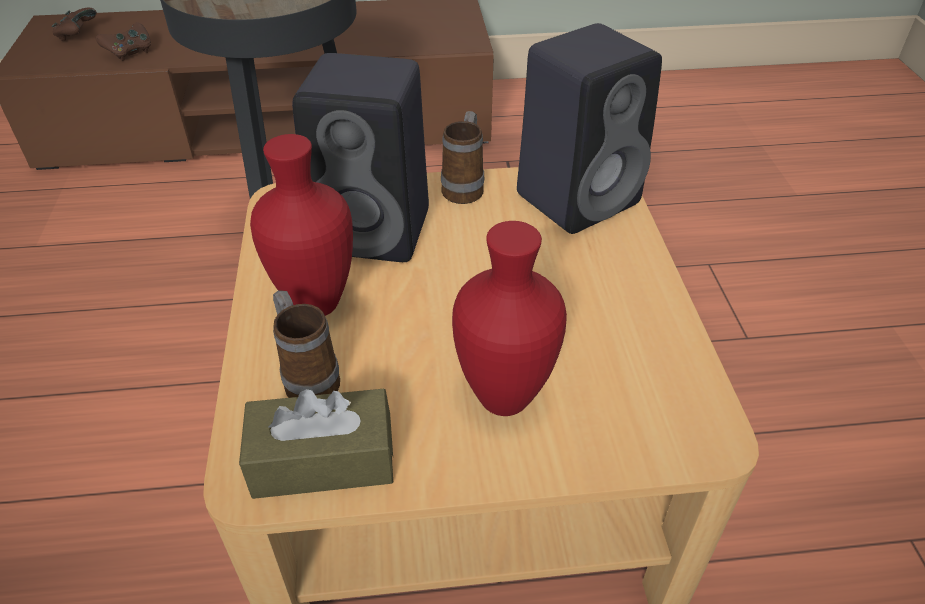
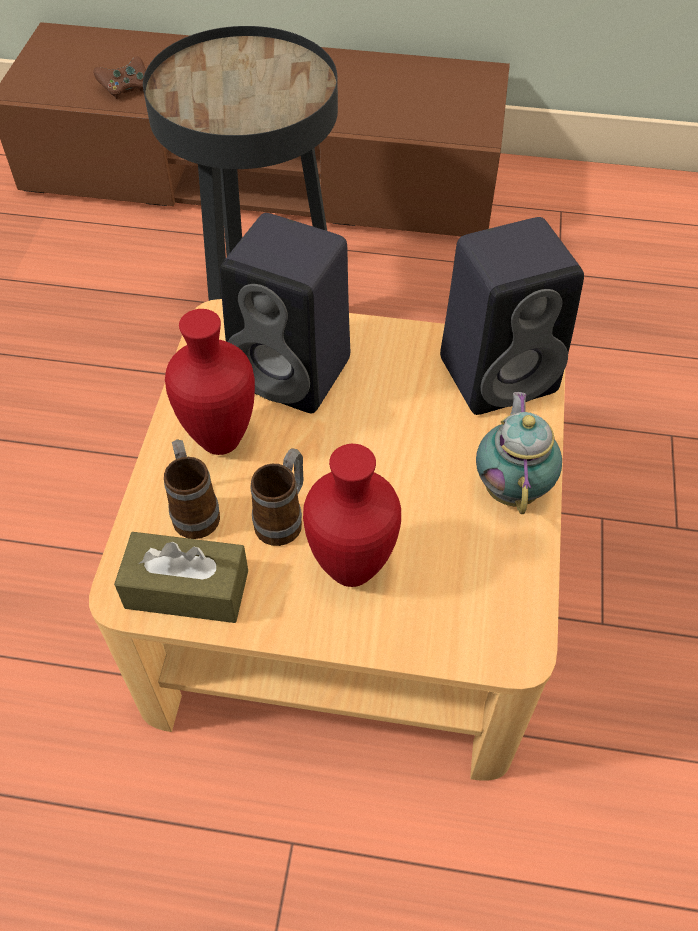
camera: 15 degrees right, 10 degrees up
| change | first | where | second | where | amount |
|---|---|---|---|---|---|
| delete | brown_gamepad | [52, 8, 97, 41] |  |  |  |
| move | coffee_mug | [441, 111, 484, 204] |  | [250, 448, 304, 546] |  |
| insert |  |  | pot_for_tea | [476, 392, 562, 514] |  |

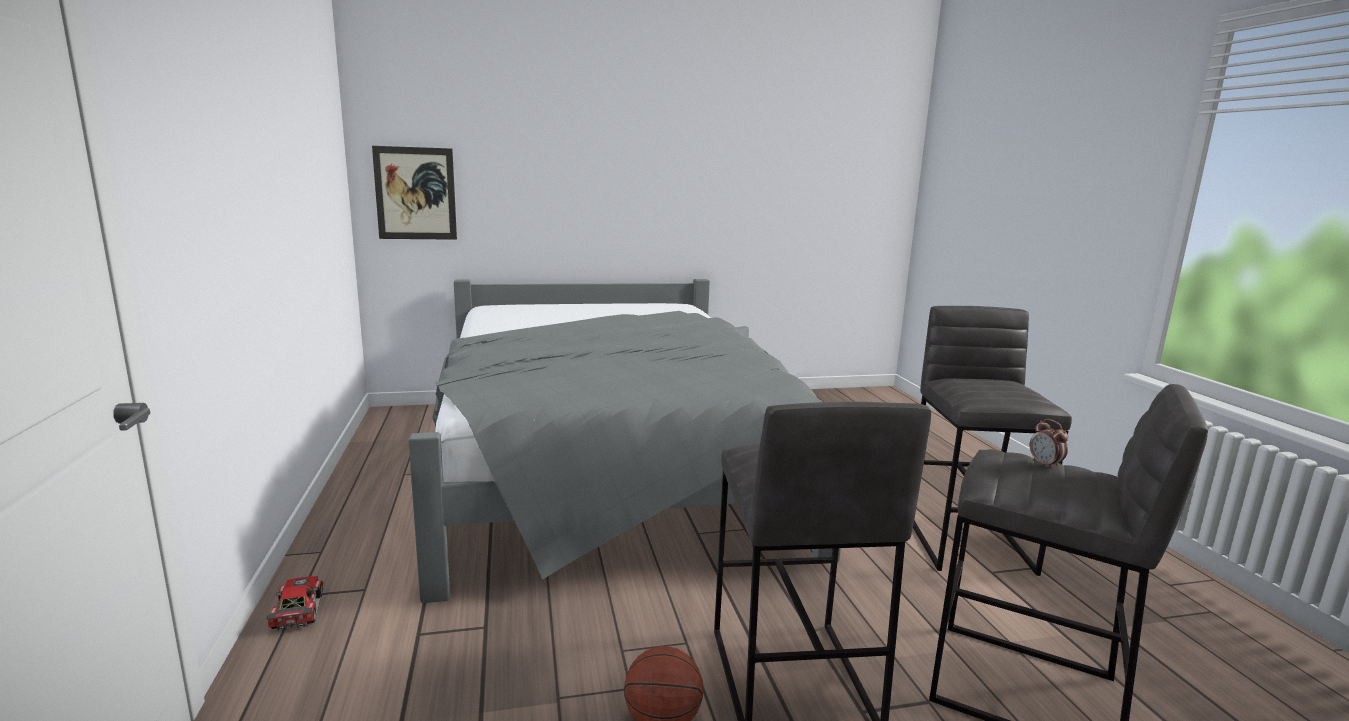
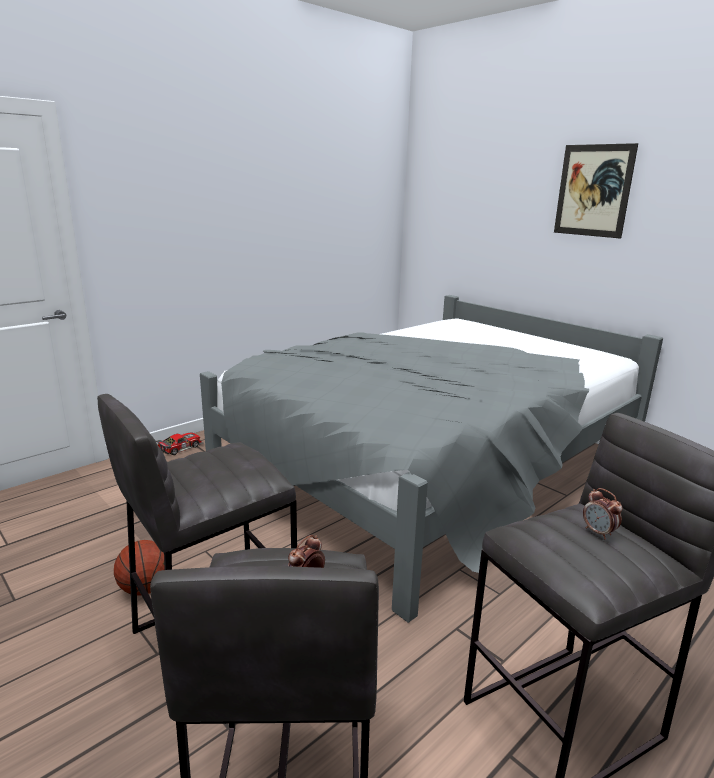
camera: 60 degrees right, 5 degrees up
| change | first | where | second | where | amount |
|---|---|---|---|---|---|
| move | wall_art | [372, 146, 457, 240] |  | [554, 143, 638, 239] |  |
| insert |  |  | table_clock | [583, 488, 623, 539] |  |

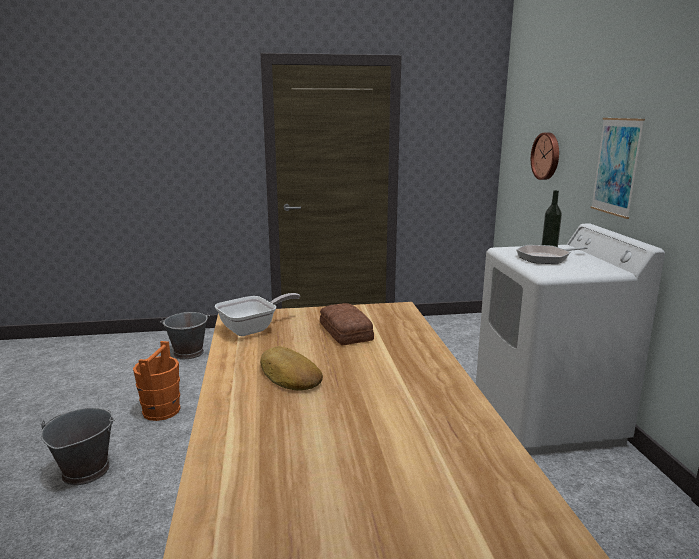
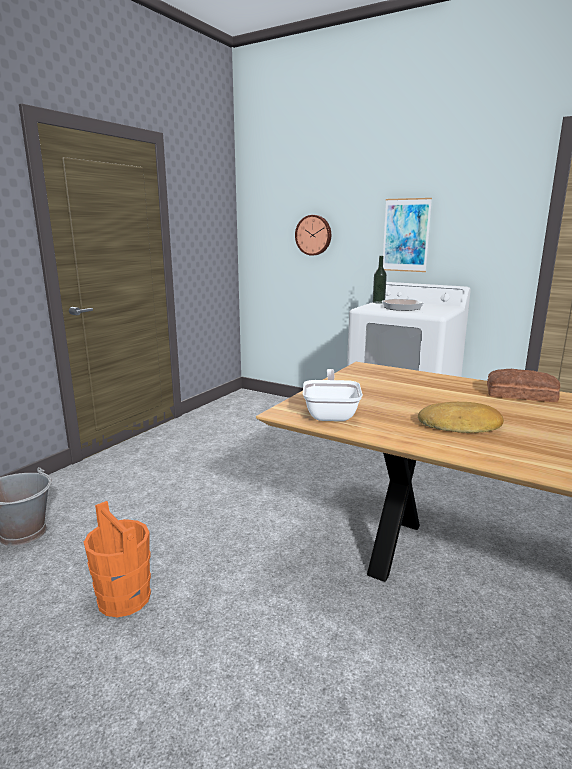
camera: 50 degrees left, 0 degrees up
| change | first | where | second | where | amount |
|---|---|---|---|---|---|
| delete | greyish_bucket | [40, 408, 116, 485] |  |  |  |
| move | bread | [320, 303, 374, 346] |  | [487, 369, 560, 402] |  |

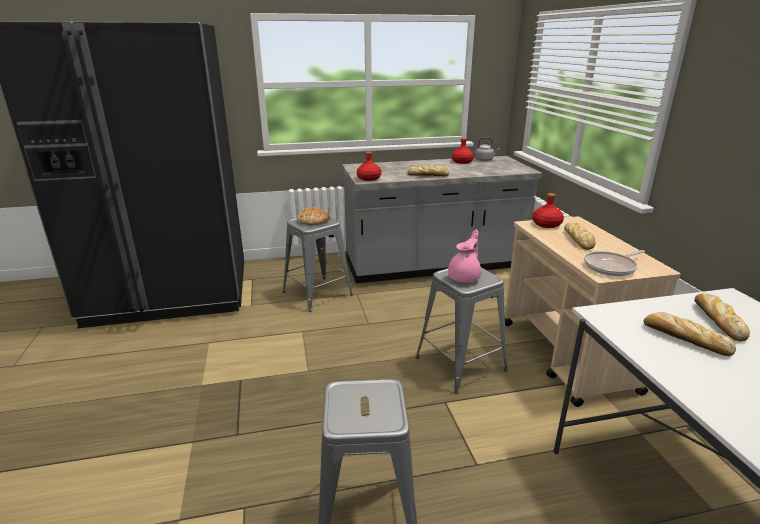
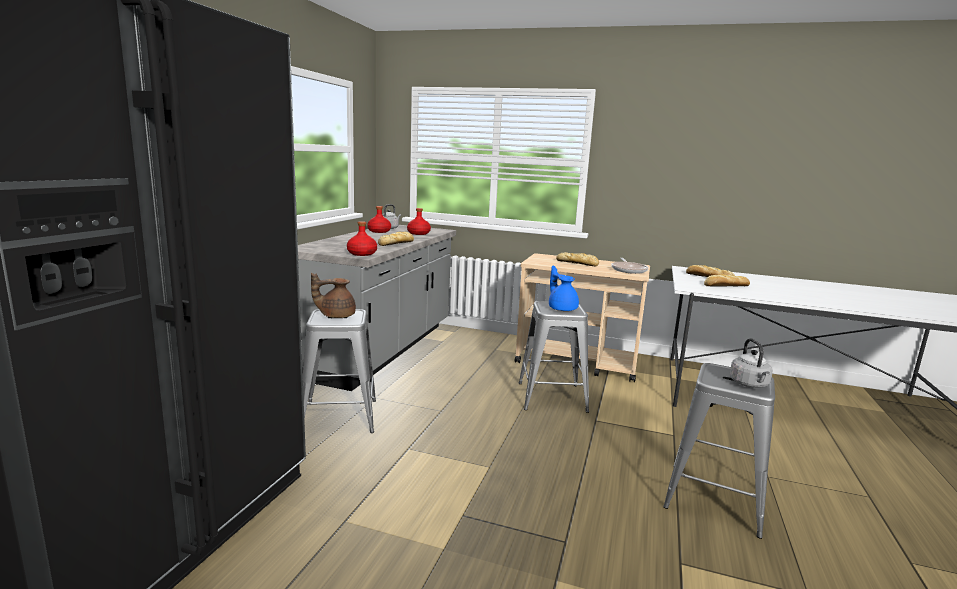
camera: 60 degrees left, 10 degrees down
| change | first | where | second | where | amount |
|---|---|---|---|---|---|
| replace | bread | [297, 207, 330, 225] | brown_pot_for_tea | [311, 273, 356, 318] |  |
| recolor | pinkish_pot_for_tea | [448, 229, 481, 282] | bluish_pot_for_tea | [549, 265, 579, 311] |  |
| move | reddish_bottle | [532, 193, 564, 228] |  | [407, 208, 431, 235] |  |
| insert |  |  | greyish_water_kettle | [730, 338, 773, 388] |  |

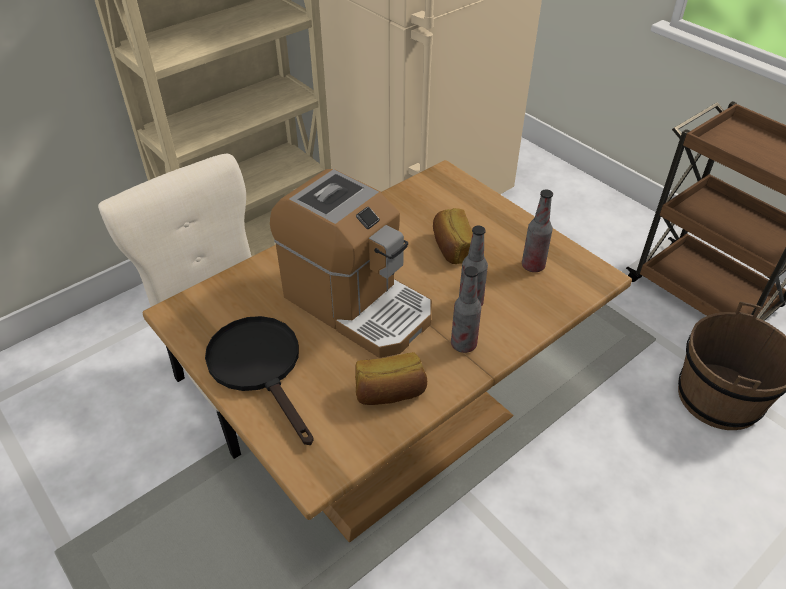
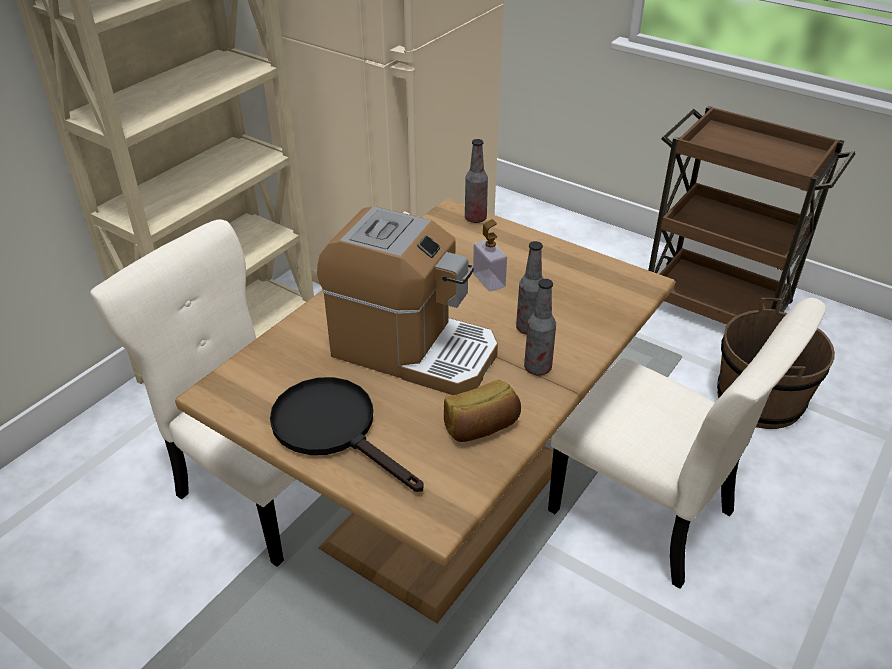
camera: 15 degrees left, 5 degrees down
| change | first | where | second | where | amount |
|---|---|---|---|---|---|
| replace | bread | [433, 208, 473, 264] | soap_dispenser | [473, 219, 507, 292] |  |
| move | bottle | [522, 190, 553, 272] |  | [465, 139, 488, 223] |  |
| insert |  |  | sand-coloured_chair | [548, 298, 826, 589] |  |

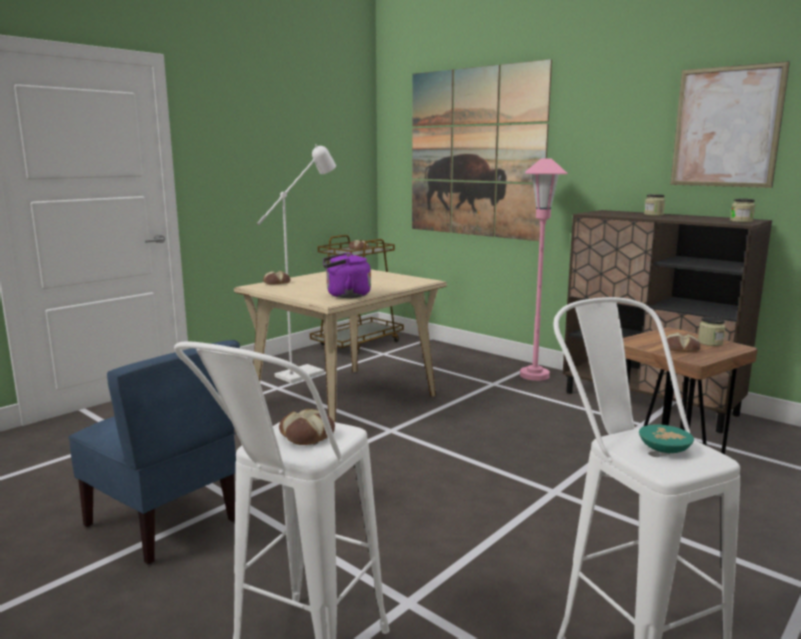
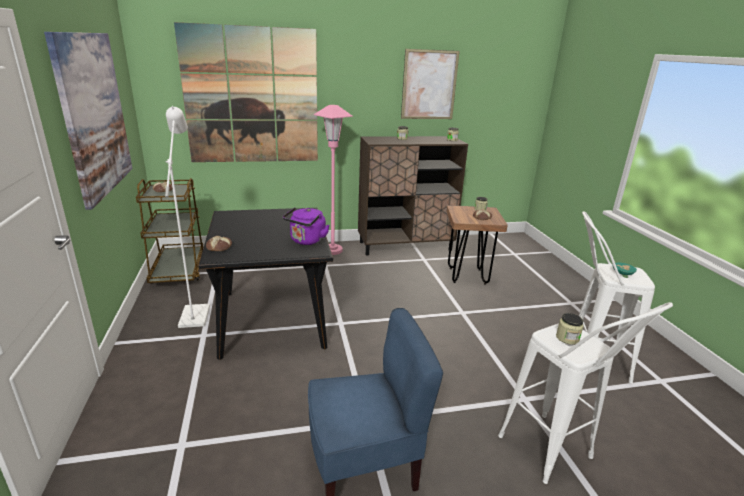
camera: 55 degrees left, 10 degrees up
| change | first | where | second | where | amount |
|---|---|---|---|---|---|
| recolor | sand-coloured_kitchen_table | [234, 270, 447, 422] | blackish_kitchen_table | [198, 208, 333, 360] |  |
| replace | bread | [279, 409, 335, 445] | jar | [556, 313, 584, 345] |  |
| insert |  |  | wall_art | [44, 32, 133, 210] |  |

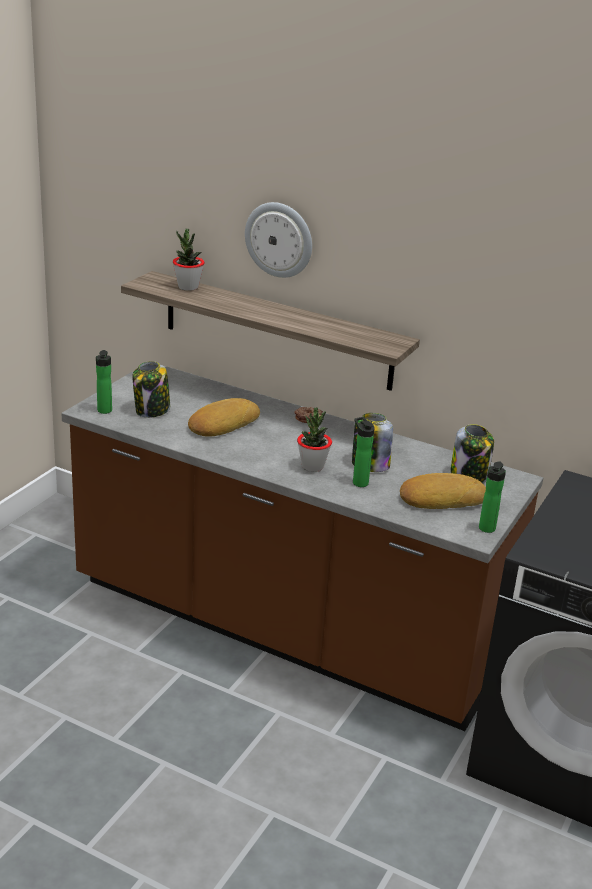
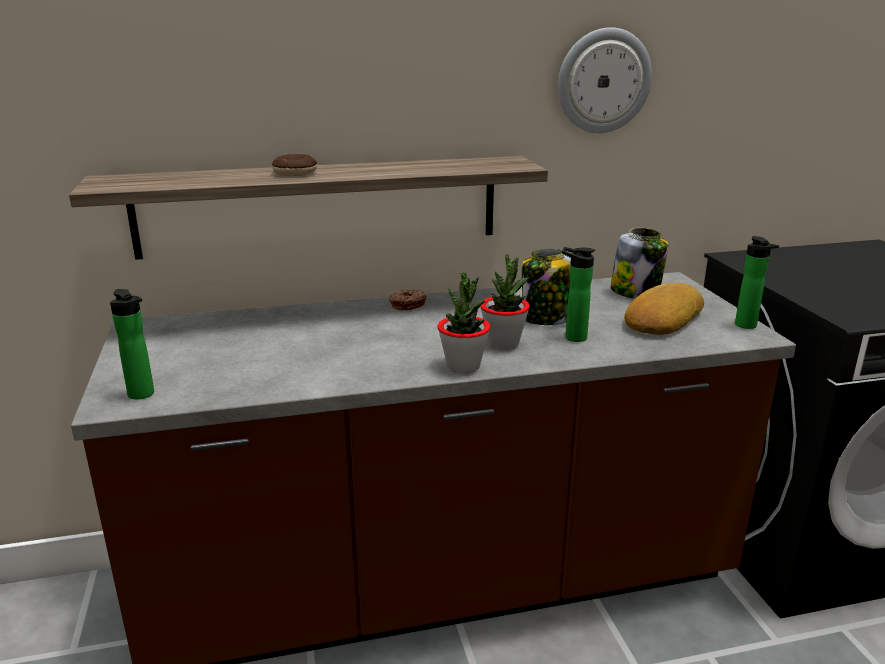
camera: 40 degrees left, 5 degrees down
| change | first | where | second | where | amount |
|---|---|---|---|---|---|
| delete | jar | [132, 361, 170, 418] |  |  |  |
| move | plant_in_a_pot | [173, 229, 205, 291] |  | [437, 272, 490, 374] |  |
| delete | bread | [188, 398, 260, 436] |  |  |  |
| move | hanging_clock | [245, 202, 312, 278] |  | [558, 27, 652, 133] |  |
| insert |  |  | donut | [272, 154, 317, 176] |  |

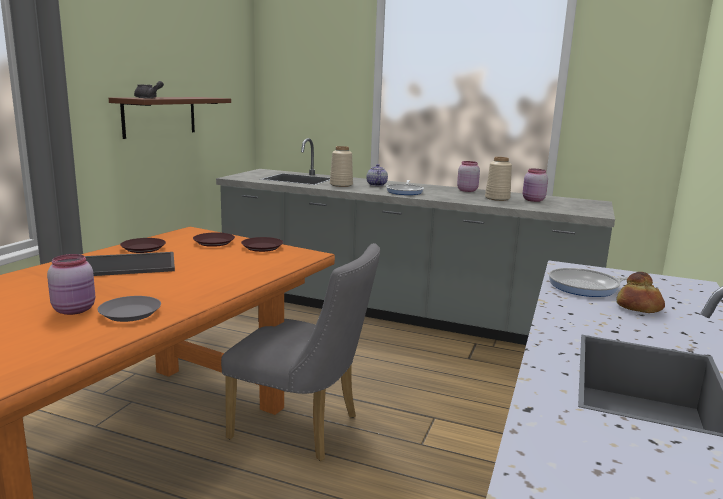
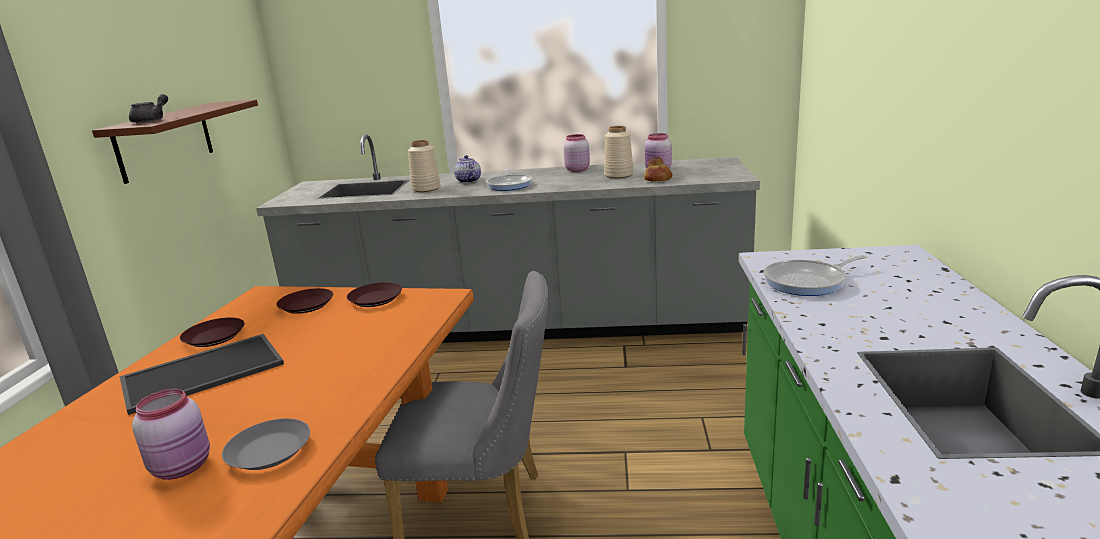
camera: 15 degrees left, 5 degrees up
| change | first | where | second | where | amount |
|---|---|---|---|---|---|
| move | bread | [616, 272, 665, 313] |  | [644, 157, 672, 181] |  |

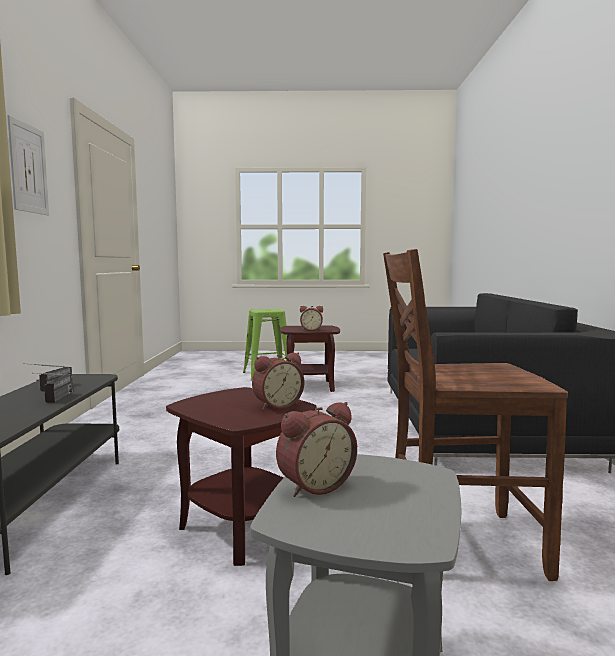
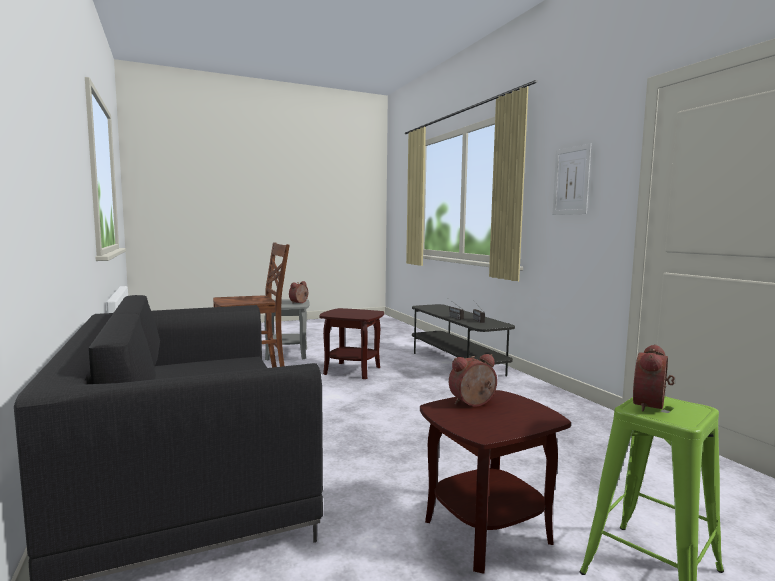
camera: 155 degrees right, 0 degrees up
| change | first | where | second | where | amount |
|---|---|---|---|---|---|
| move | table_clock | [252, 353, 304, 410] |  | [633, 344, 675, 411] |  |

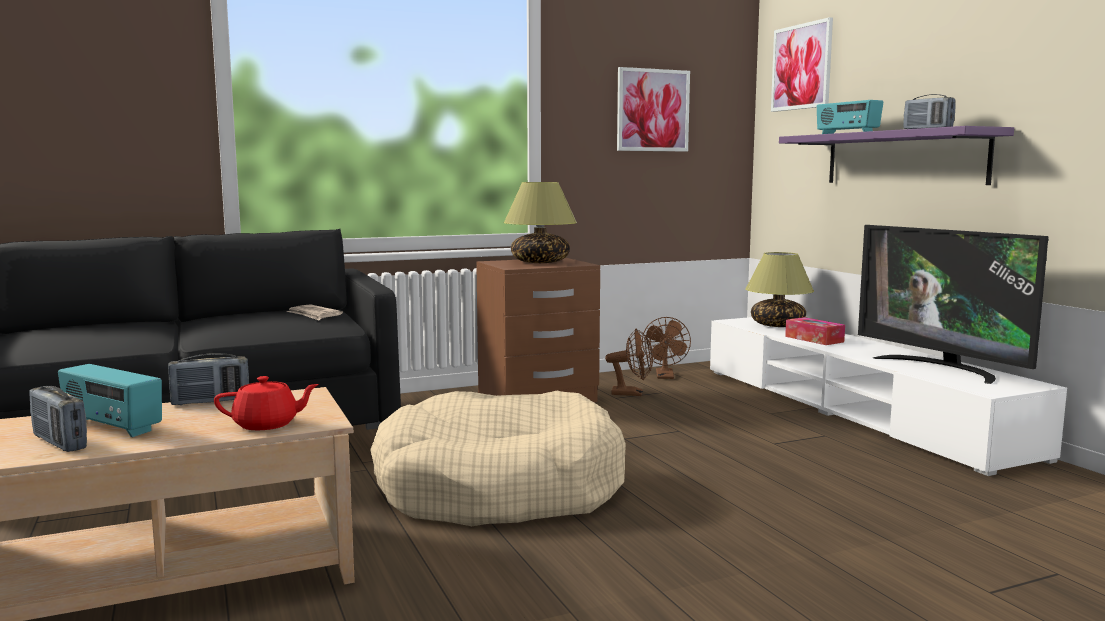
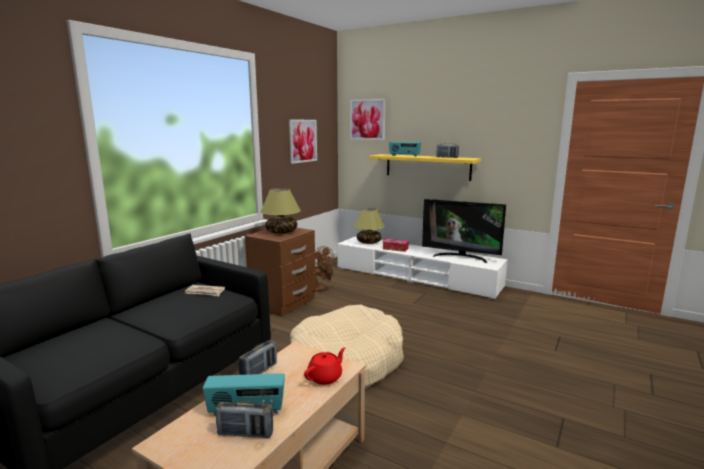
camera: 35 degrees left, 5 degrees up
| change | first | where | second | where | amount |
|---|---|---|---|---|---|
| recolor | purple-coloured_wall_shelf | [779, 126, 1014, 185] | yellowish_wall_shelf | [369, 154, 481, 181] |  |

